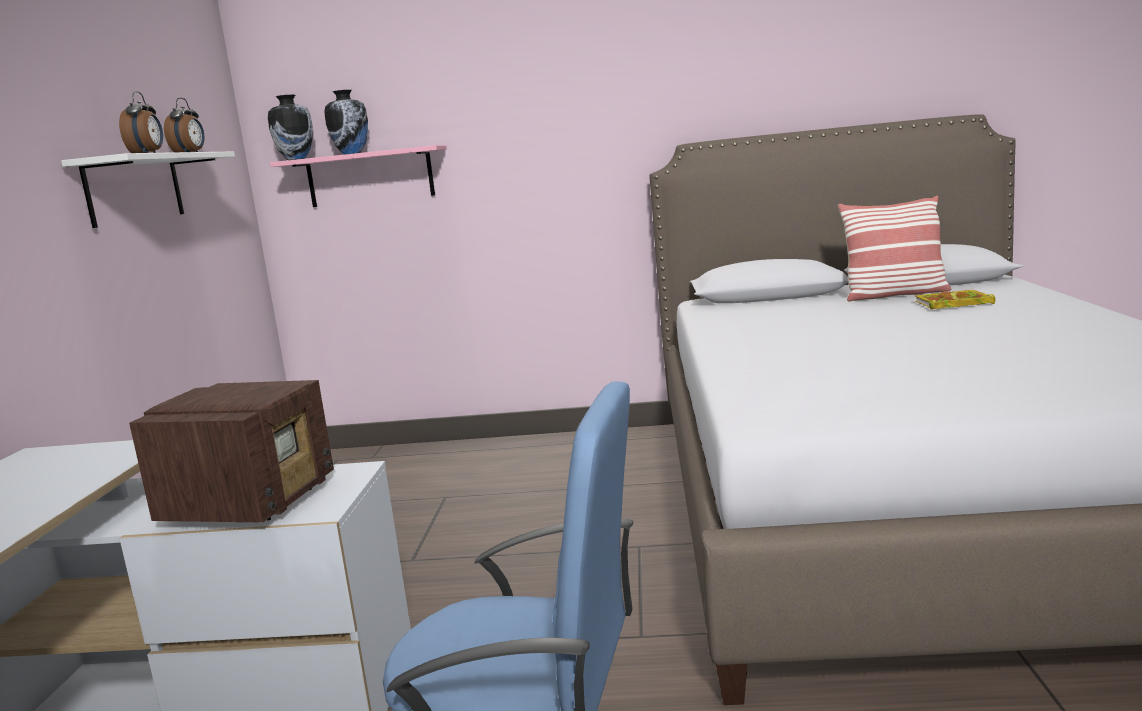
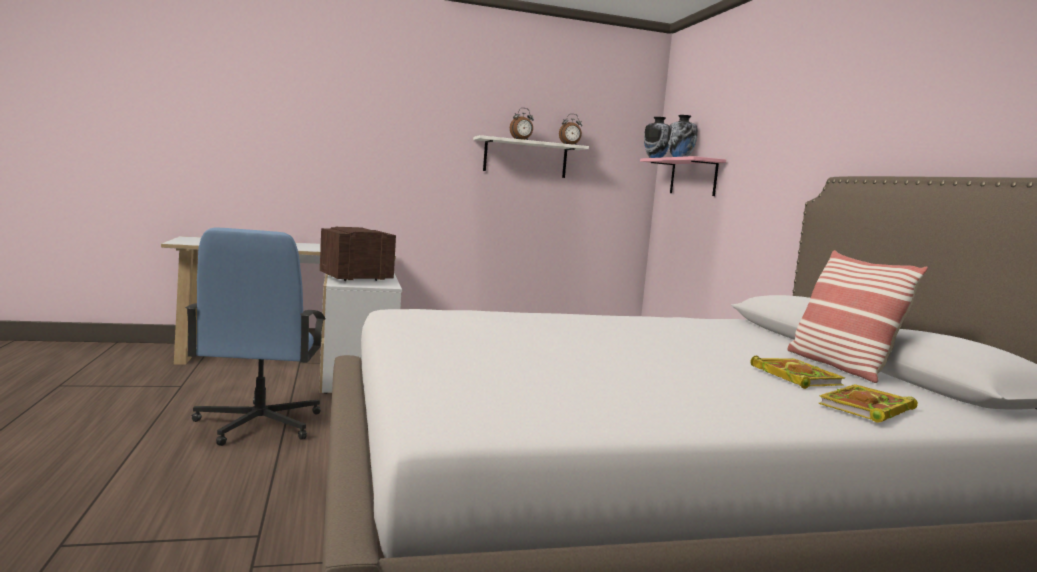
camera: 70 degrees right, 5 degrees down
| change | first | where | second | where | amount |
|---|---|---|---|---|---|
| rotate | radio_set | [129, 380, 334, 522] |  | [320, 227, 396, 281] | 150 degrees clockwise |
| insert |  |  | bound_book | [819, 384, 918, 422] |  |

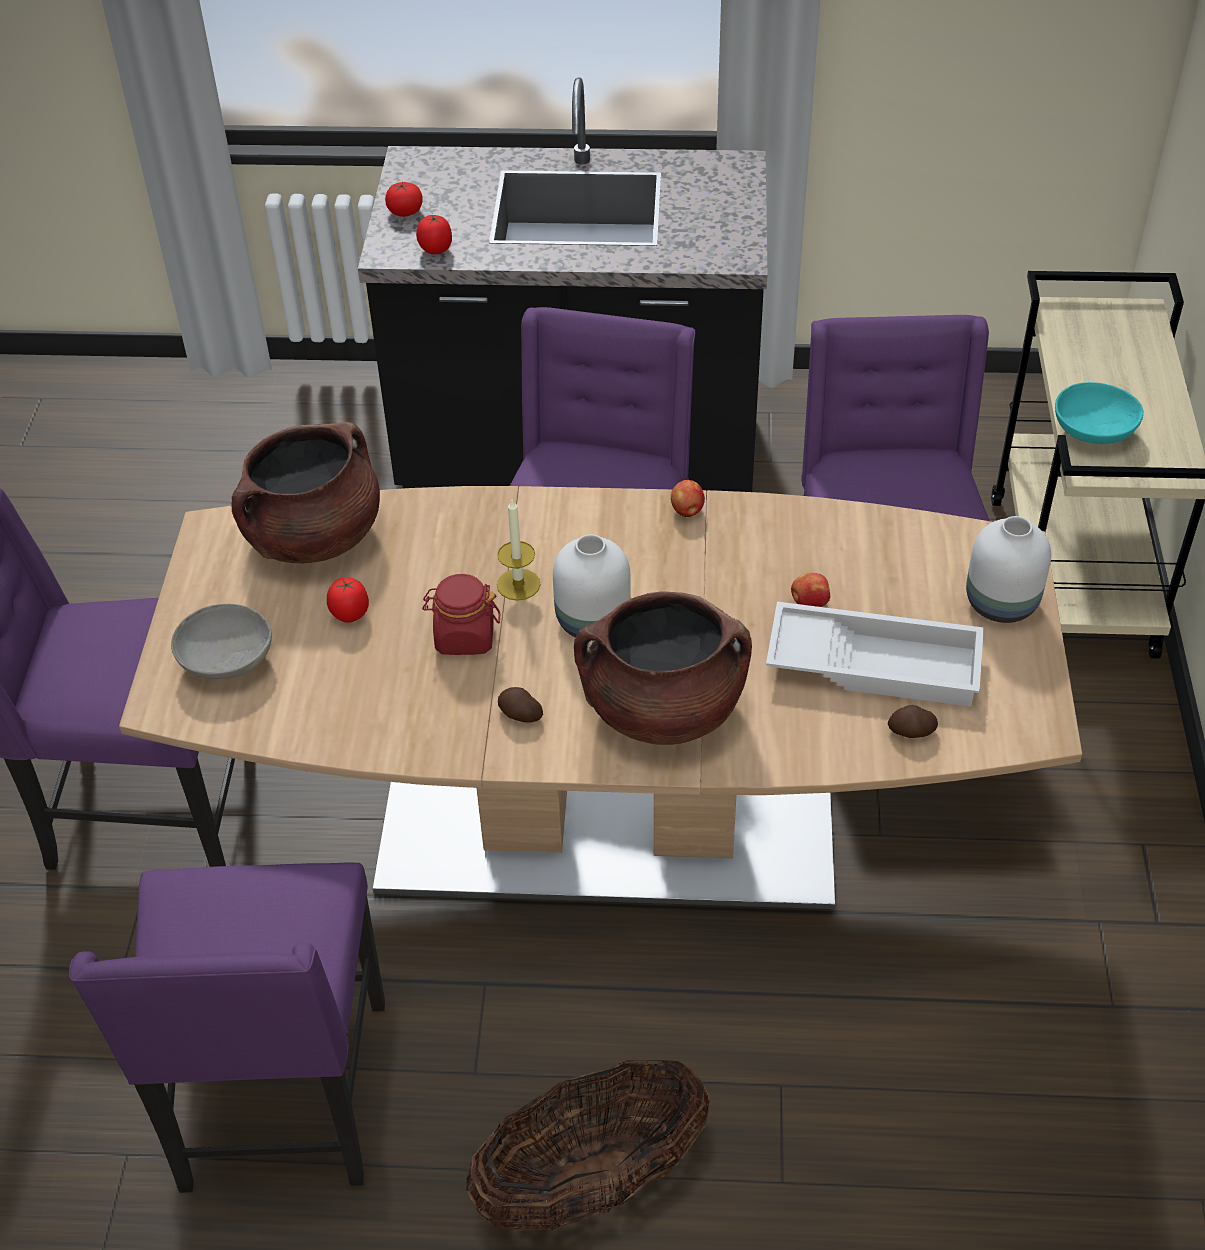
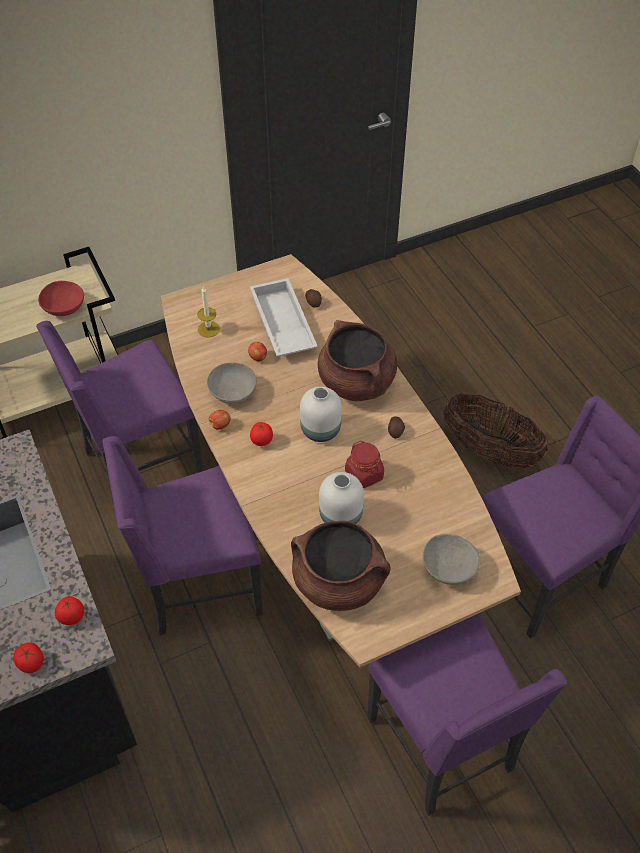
camera: 120 degrees left, 5 degrees up
| change | first | where | second | where | amount |
|---|---|---|---|---|---|
| move | whole_tomato | [327, 577, 369, 623] |  | [250, 422, 273, 446] |  |
| move | wax_candle | [497, 499, 541, 601] |  | [197, 286, 220, 337] |  |
| move | white-coloured_vase | [966, 516, 1051, 623] |  | [319, 472, 364, 524] |  |
| recolor | turquoise-coloured_serving_bowl | [1055, 382, 1143, 444] | reddish_serving_bowl | [38, 281, 84, 316] |  |
| insert |  |  | greyish_serving_bowl | [207, 362, 257, 404] |  |

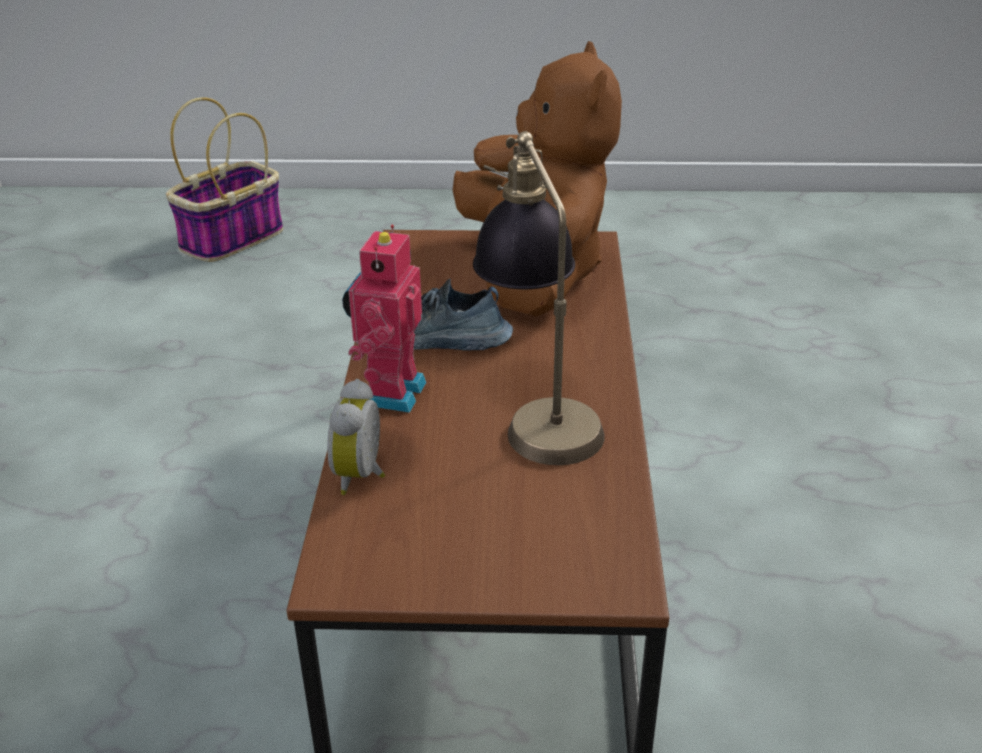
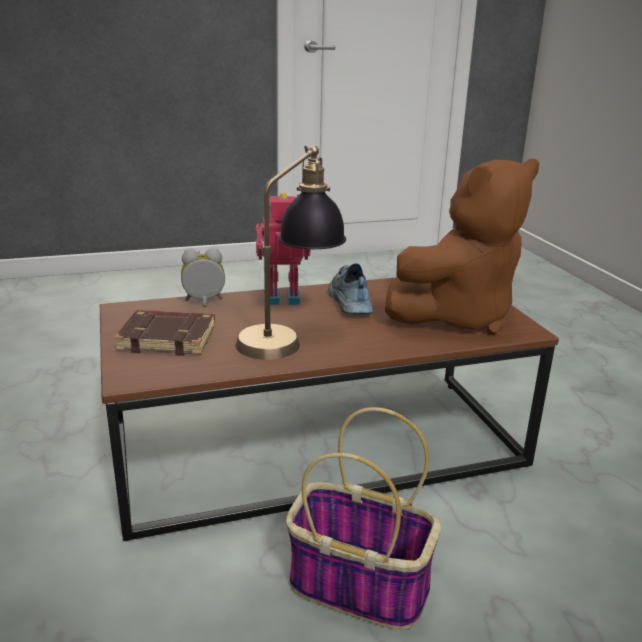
camera: 70 degrees right, 10 degrees down
| change | first | where | second | where | amount |
|---|---|---|---|---|---|
| move | storage_basket | [166, 97, 283, 262] |  | [286, 407, 441, 630] |  |
| insert |  |  | brown_bound_book | [114, 310, 215, 356] |  |

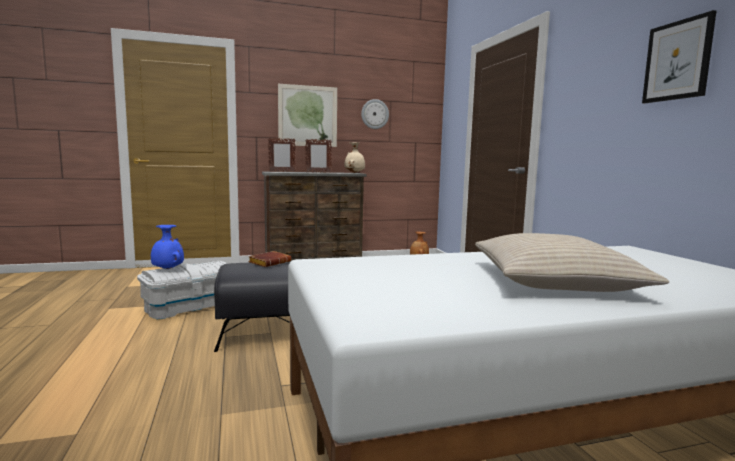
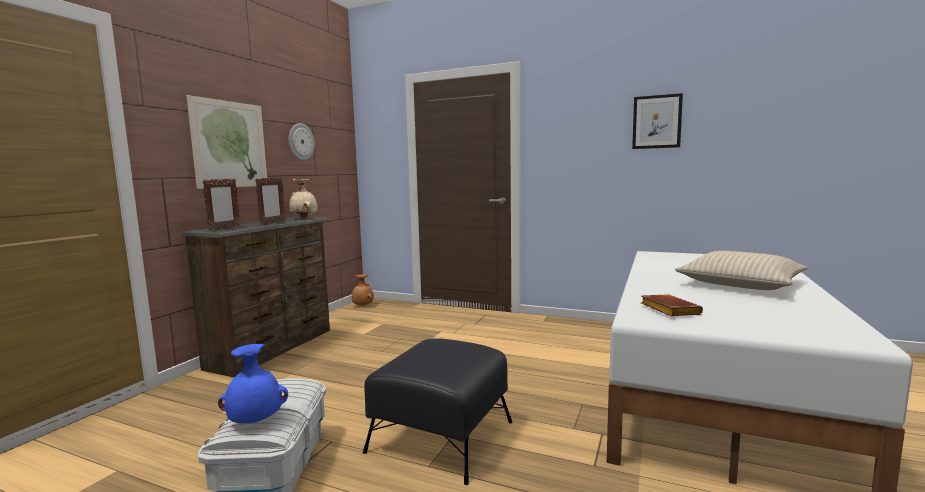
camera: 50 degrees left, 0 degrees up
| change | first | where | second | where | amount |
|---|---|---|---|---|---|
| move | brown_bound_book | [248, 251, 291, 267] |  | [641, 294, 703, 316] |  |

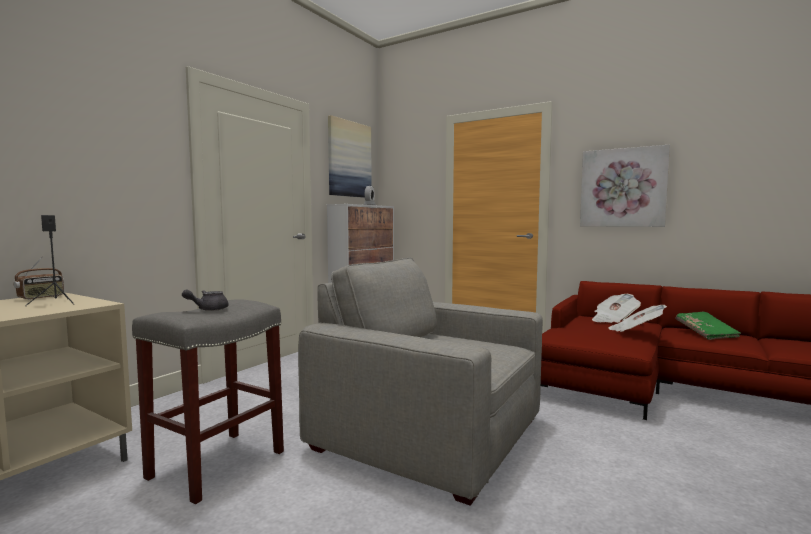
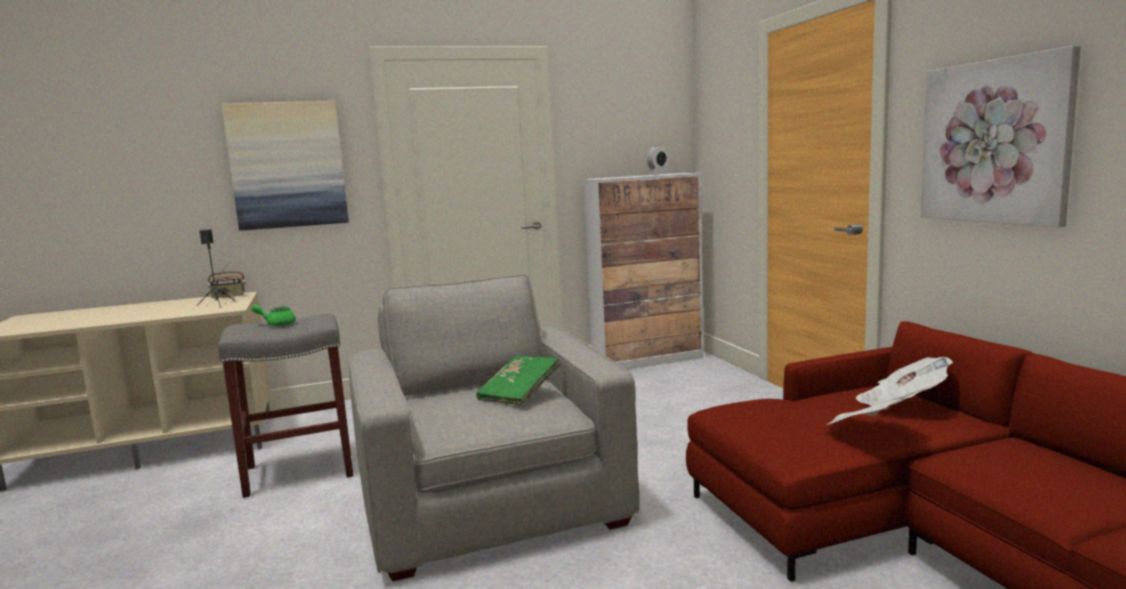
camera: 40 degrees right, 5 degrees up
| change | first | where | second | where | amount |
|---|---|---|---|---|---|
| recolor | greyish_pot_for_tea | [182, 289, 229, 311] | green-coloured_pot_for_tea | [252, 304, 296, 326] |  |
| move | wall_art | [328, 115, 372, 198] |  | [221, 101, 349, 231] |  |
| move | green-coloured_bound_book | [675, 312, 741, 340] |  | [476, 355, 560, 405] |  |

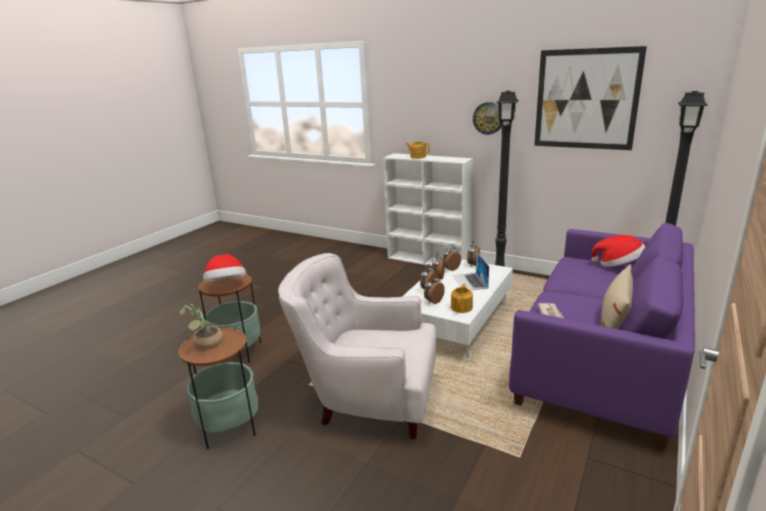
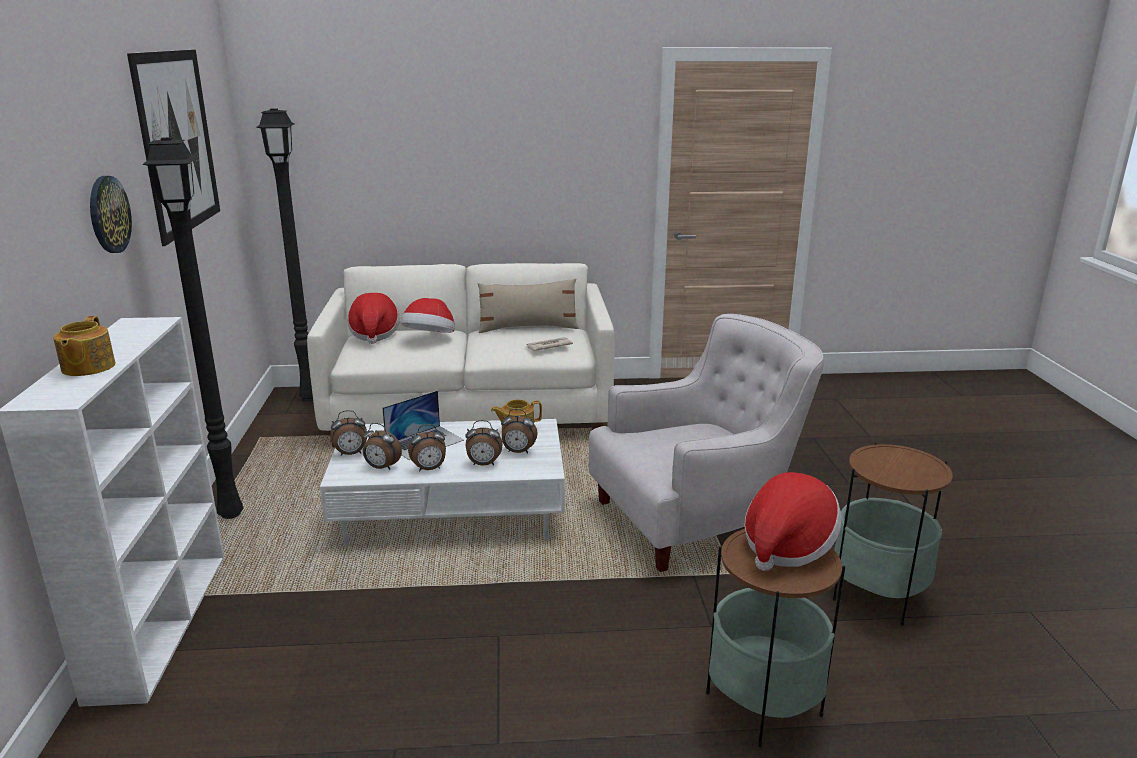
camera: 125 degrees left, 0 degrees up
| change | first | where | second | where | amount |
|---|---|---|---|---|---|
| delete | plant_in_a_pot | [179, 304, 223, 349] |  |  |  |
| rotate | white-coloured_easy_chair | [278, 253, 437, 439] |  | [589, 314, 824, 572] | 90 degrees counterclockwise |
| recolor | purple-coloured_sofa | [509, 223, 695, 449] | white-coloured_sofa | [307, 263, 614, 447] |  |
| insert |  |  | wearable_hat | [401, 298, 455, 333] |  |

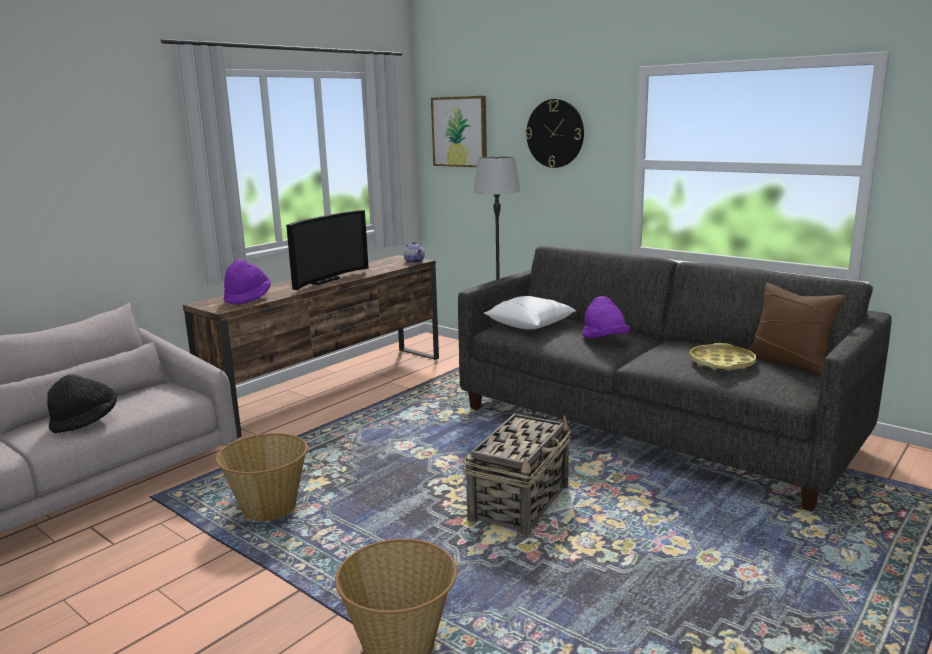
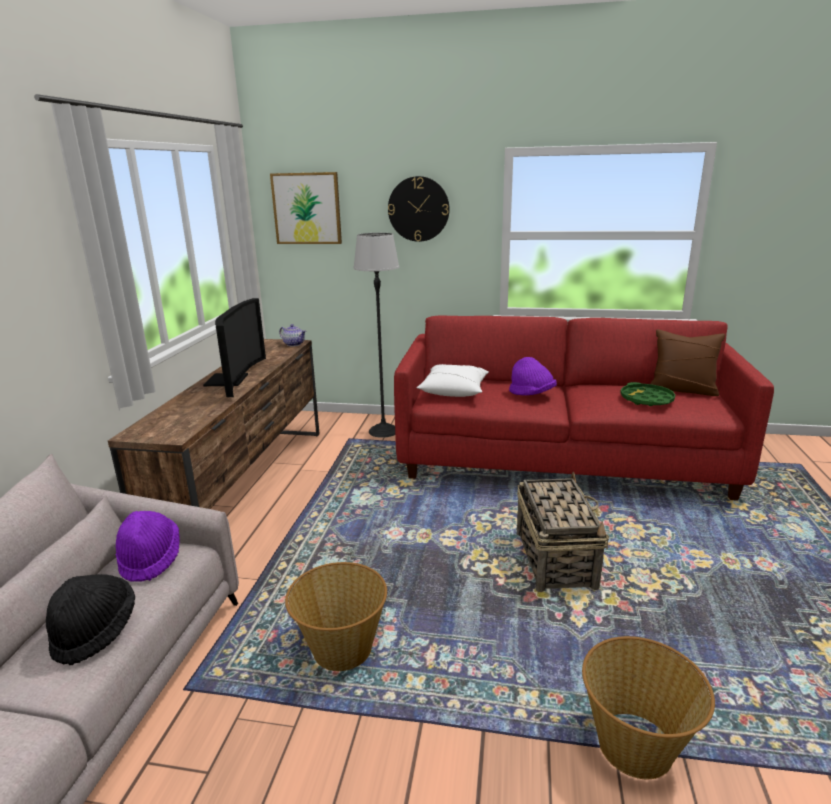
camera: 30 degrees left, 5 degrees up
| change | first | where | second | where | amount |
|---|---|---|---|---|---|
| move | purple-coloured_wearable_hat | [224, 259, 271, 305] |  | [116, 511, 180, 582] |  |
| recolor | greyish_sofa | [458, 246, 892, 512] | reddish_sofa | [394, 315, 774, 501] |  |
| recolor | yellowish_serving_tray | [690, 343, 756, 370] | green-coloured_serving_tray | [620, 382, 675, 406] |  |

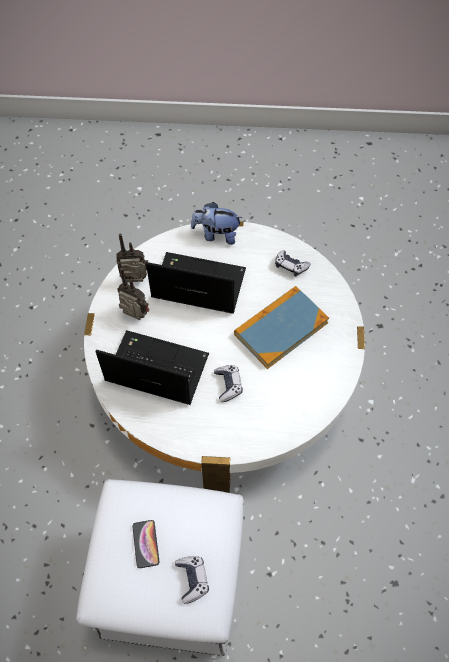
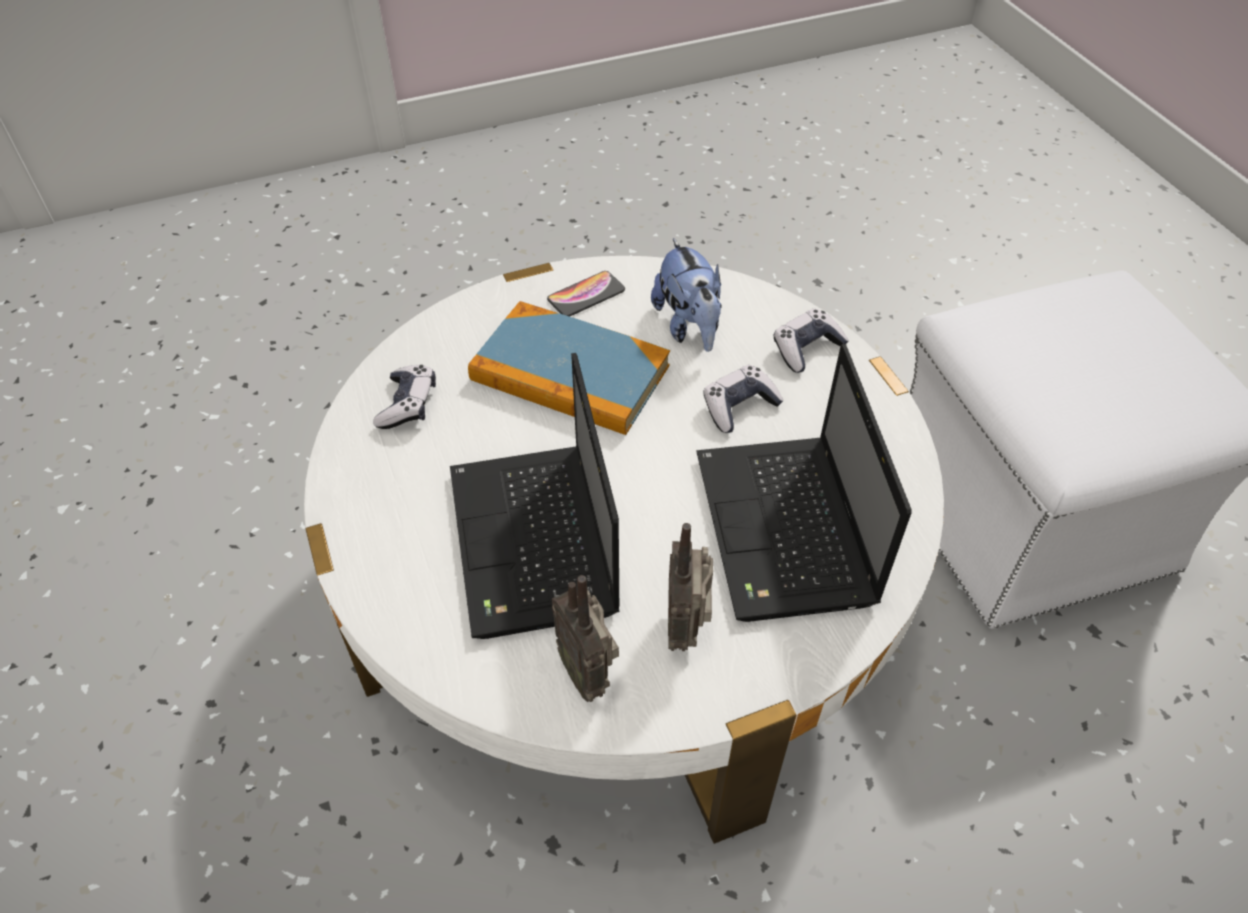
camera: 115 degrees left, 10 degrees down
| change | first | where | second | where | amount |
|---|---|---|---|---|---|
| move | handset | [132, 520, 159, 568] |  | [547, 271, 625, 317] |  |
| move | gamepad | [175, 556, 209, 604] |  | [774, 308, 849, 373] |  |
| move | plush_toy | [191, 202, 243, 245] |  | [651, 238, 722, 352] |  |

